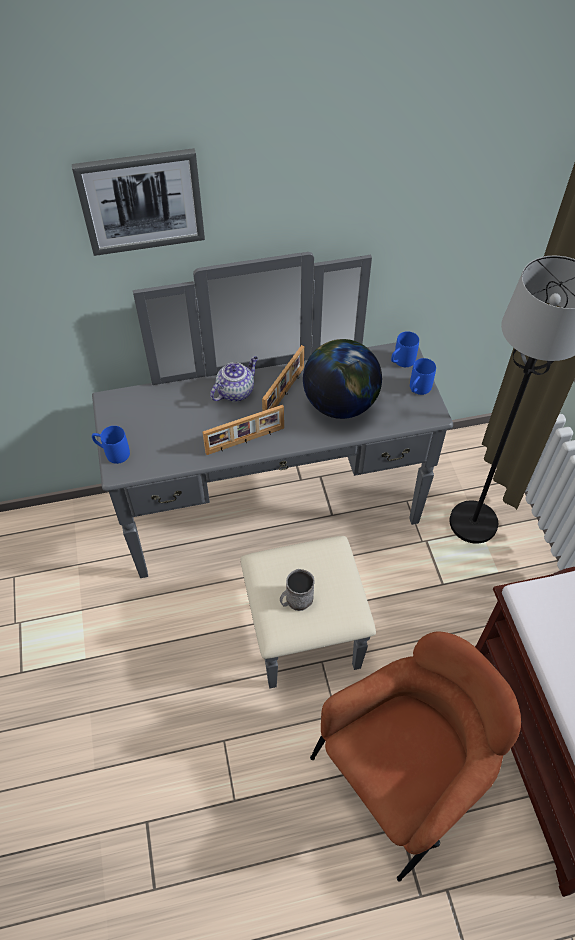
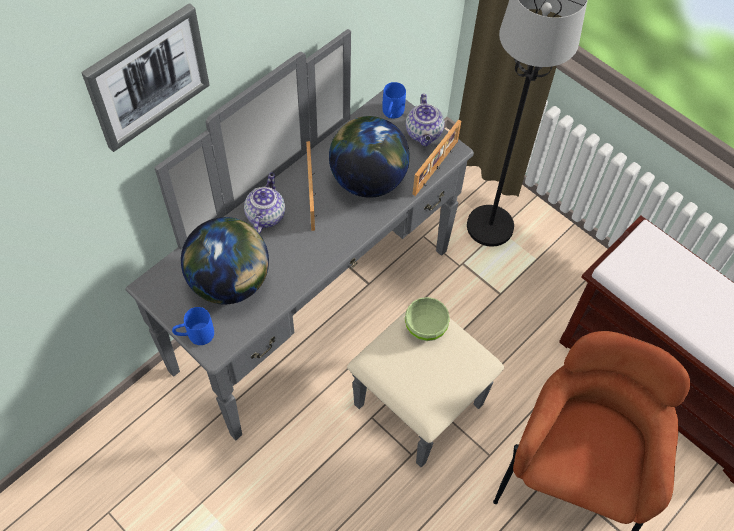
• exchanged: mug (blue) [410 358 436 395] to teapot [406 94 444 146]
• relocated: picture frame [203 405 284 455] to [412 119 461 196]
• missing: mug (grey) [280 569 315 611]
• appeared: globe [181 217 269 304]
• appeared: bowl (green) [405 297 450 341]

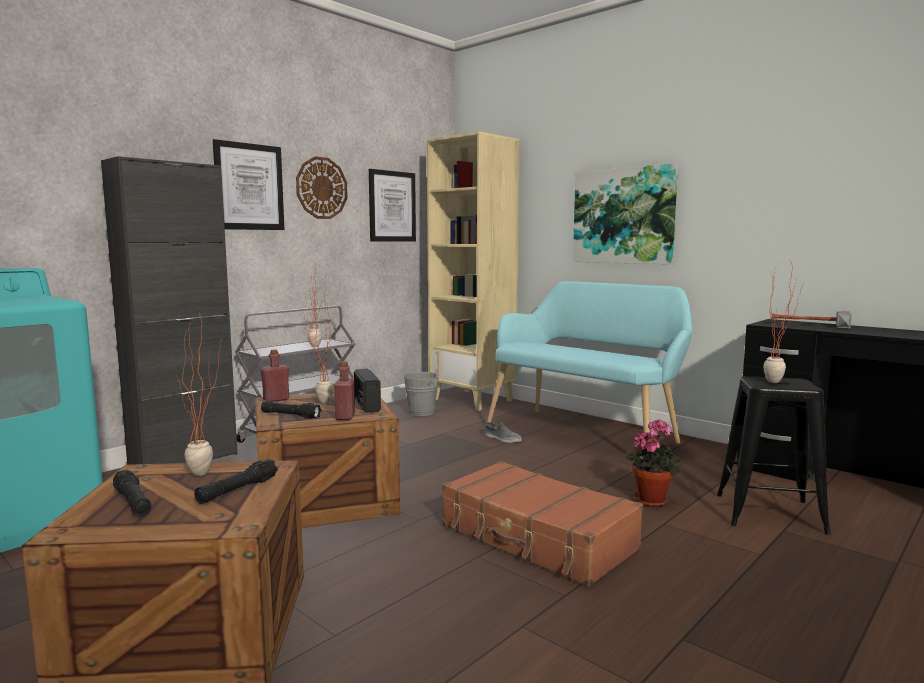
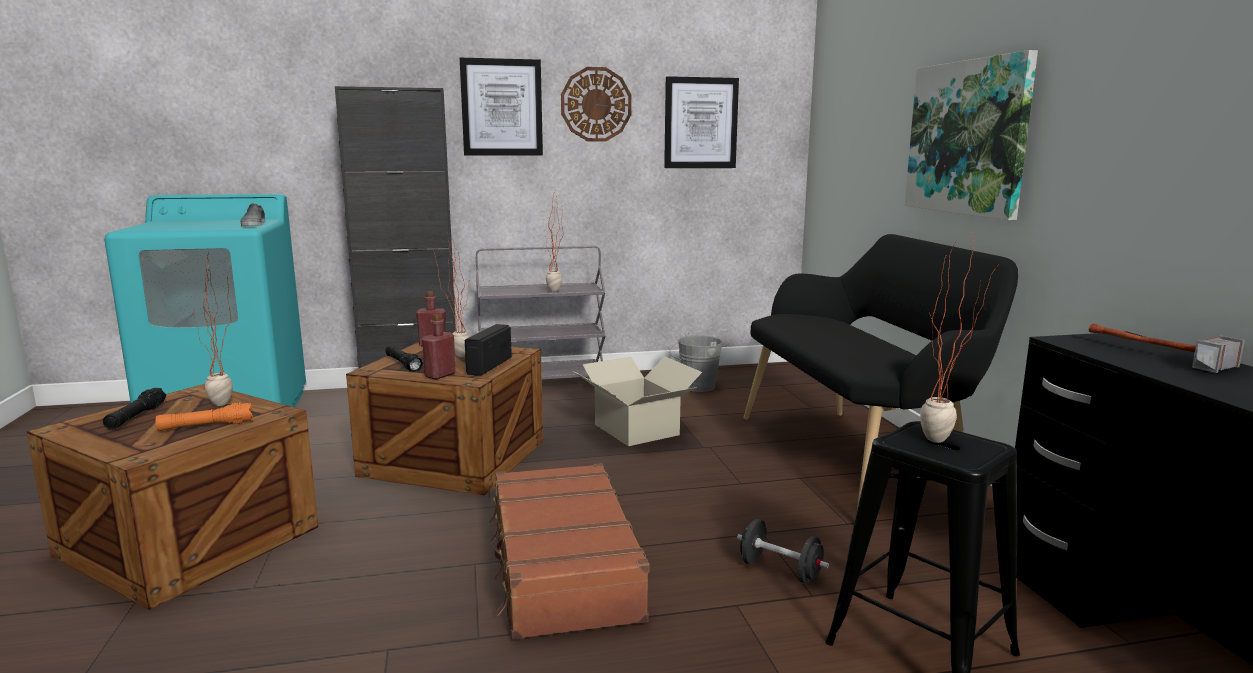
• missing: bookcase (beige) [427 131 520 411]
• colour: bench (turquoise) [487 281 692 444] to bench (black) [744 234 1018 509]
• exchanged: potted plant [626 419 680 507] to dumbbell (black) [737 519 829 584]
• relocated: shoe (grey) [485 422 521 443] to [241 203 265 226]
• colour: flashlight (black) [194 459 278 504] to flashlight (orange) [155 402 253 431]
• appeared: cardboard box [573 356 702 446]

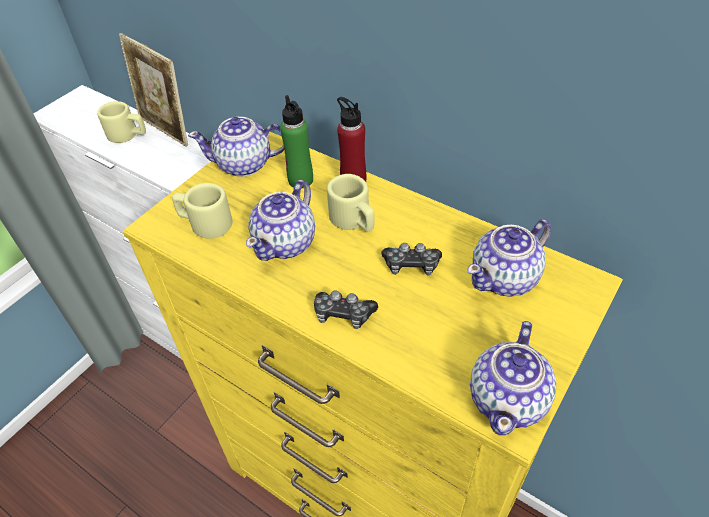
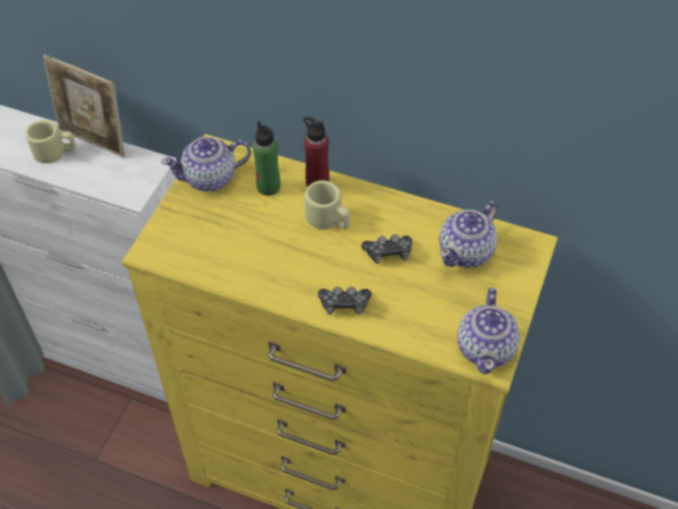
• missing: teapot [246 180 315 261]
• missing: mug (beige) [172 183 233 239]

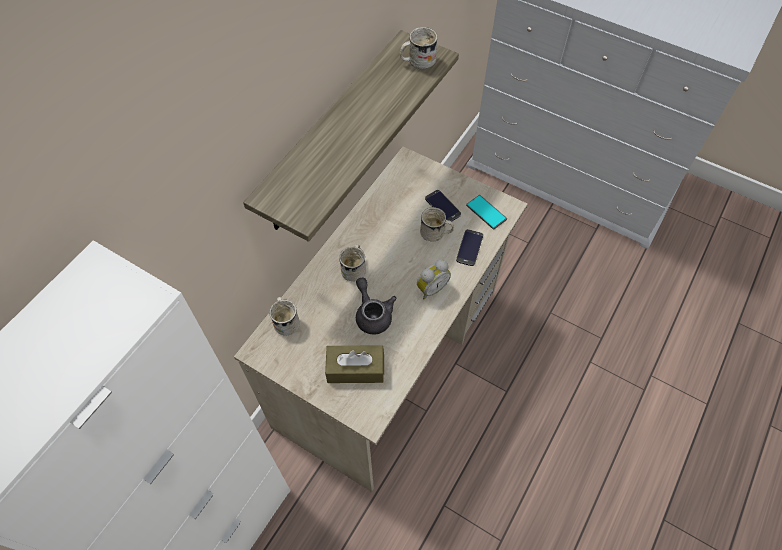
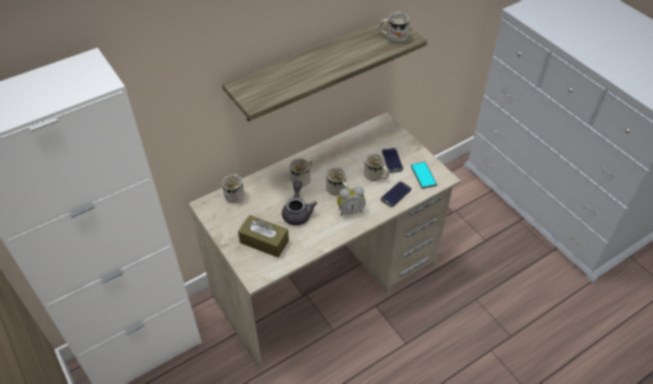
• appeared: mug (white) [326 167 349 196]

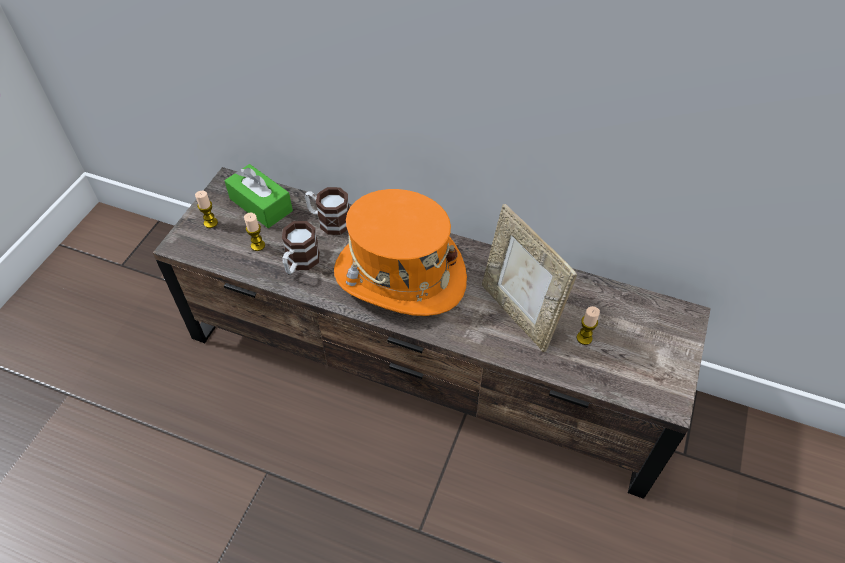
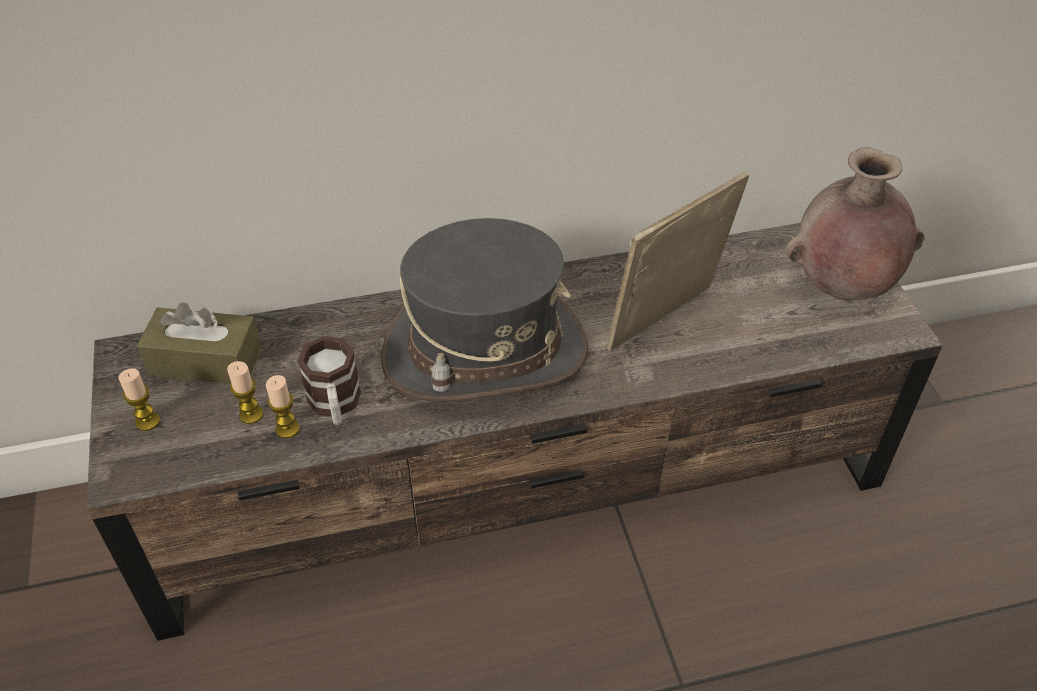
• colour: tissue box (green) [225 164 293 228] to tissue box (brown) [137 302 262 384]
• missing: mug [305 187 350 235]
• colour: hat (orange) [334 189 467 316] to hat (grey) [381 218 589 402]
• spun: picture frame [482 204 577 352] = [607 172 749 351] 120 degrees clockwise
• relocated: candle [576 306 600 345] to [266 375 300 438]
• appeared: vase (brown) [786 147 925 301]

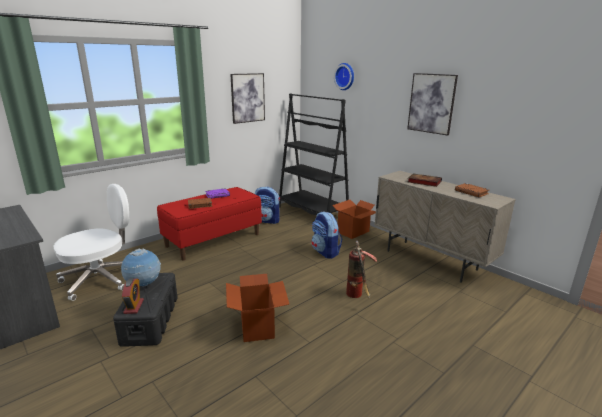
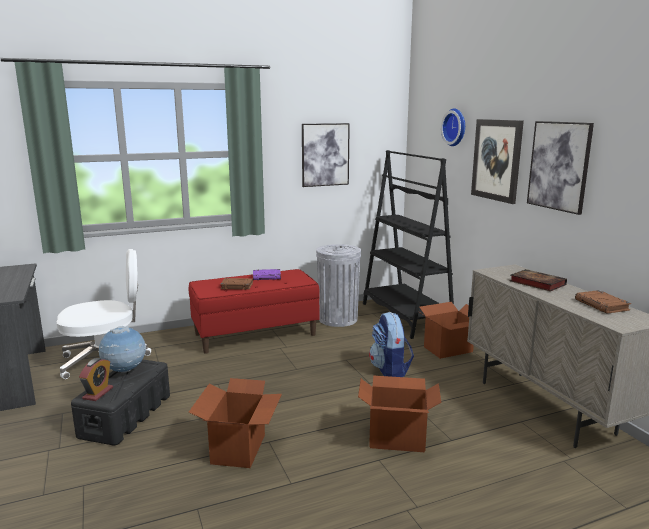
• exchanged: backpack [255 187 280 224] to trash can (grey) [316 244 361 327]
• exchanged: fire extinguisher [346 240 377 298] to cardboard box [358 375 441 452]
• appeared: picture [471 119 524 204]

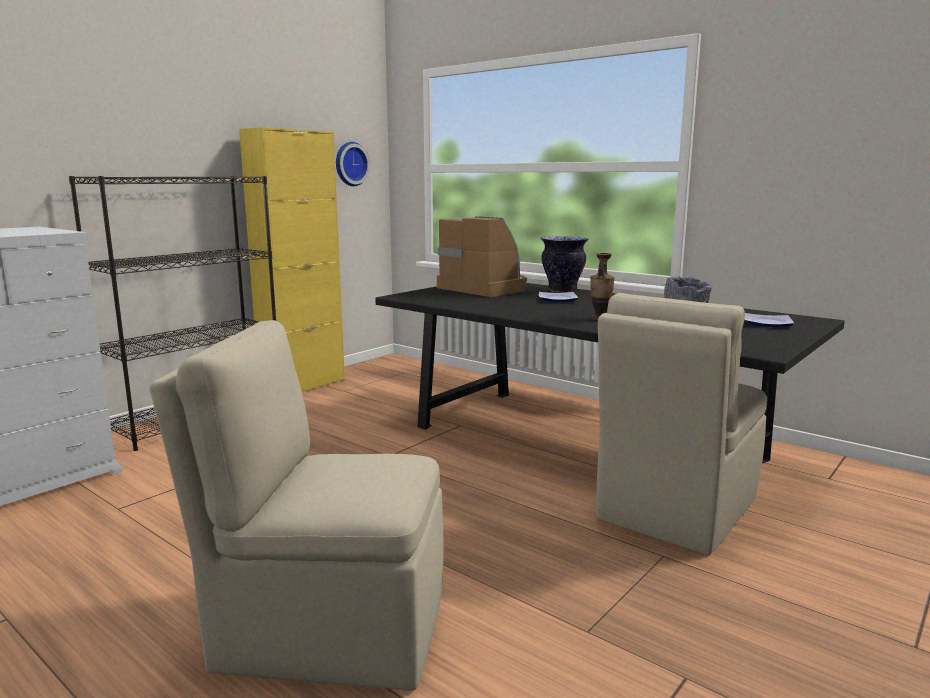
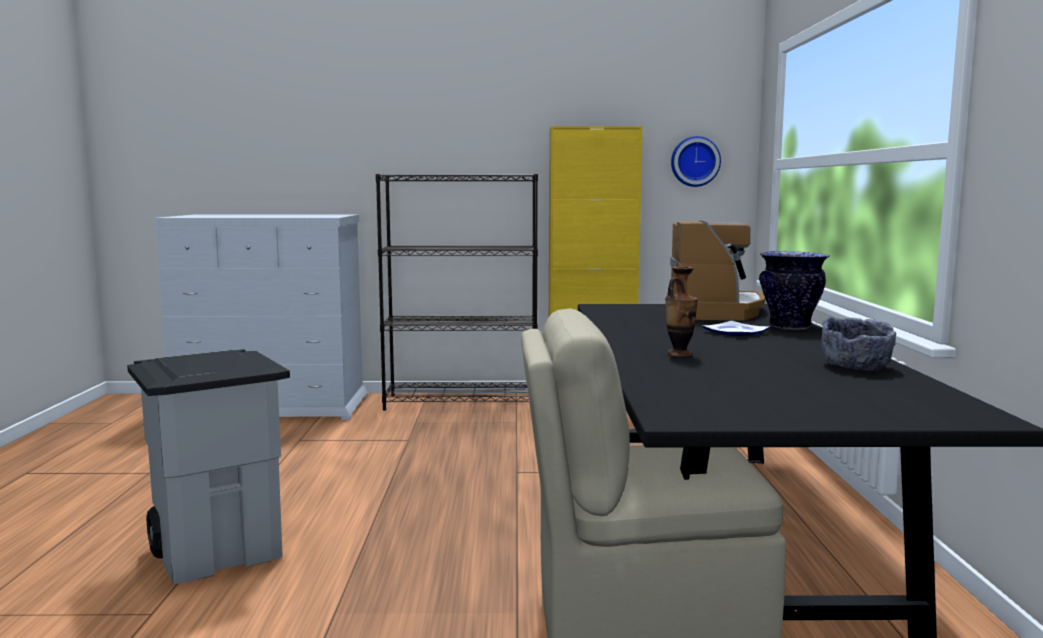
• missing: plate [744 313 794 327]
• exchanged: chair (beige) [149 320 443 691] to trash can (grey) [127 349 290 584]

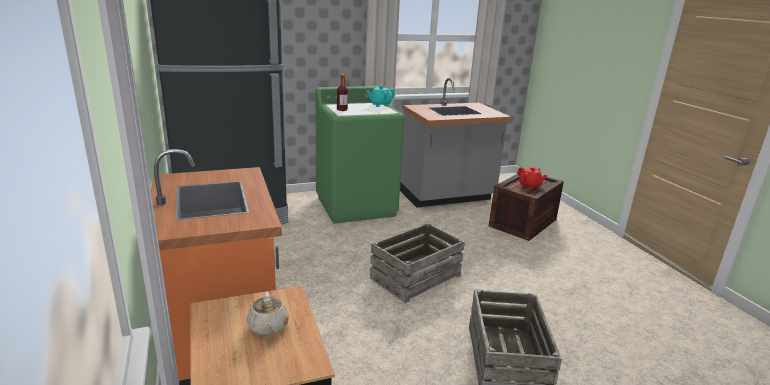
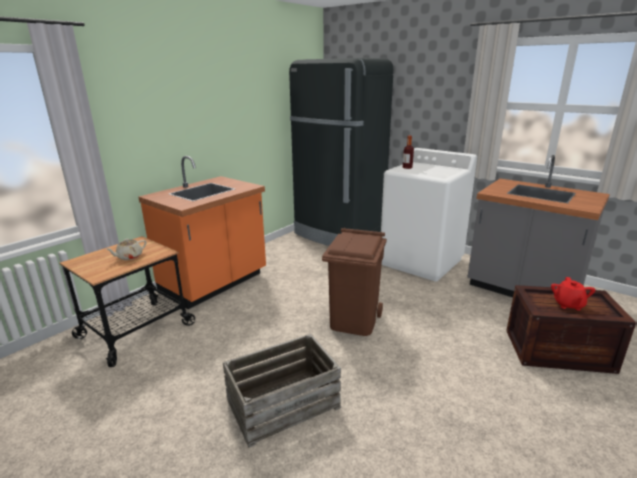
• colour: washing machine (green) [315 86 404 223] to washing machine (white) [381 148 477 282]
• missing: teapot (turquoise) [366 86 395 107]
• exchanged: crate [370 223 465 303] to trash can (brown) [322 228 387 336]

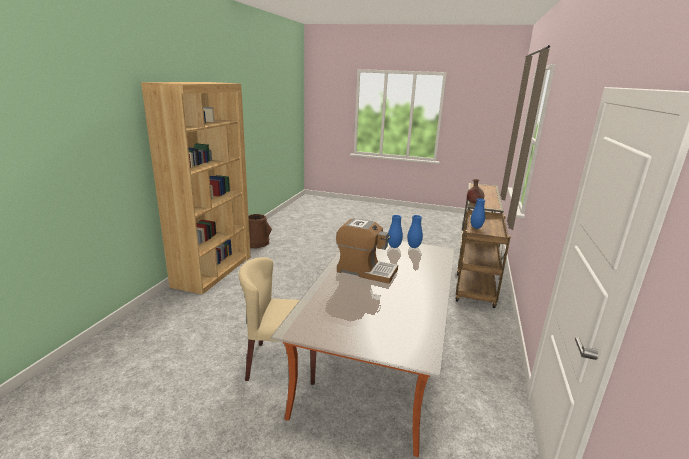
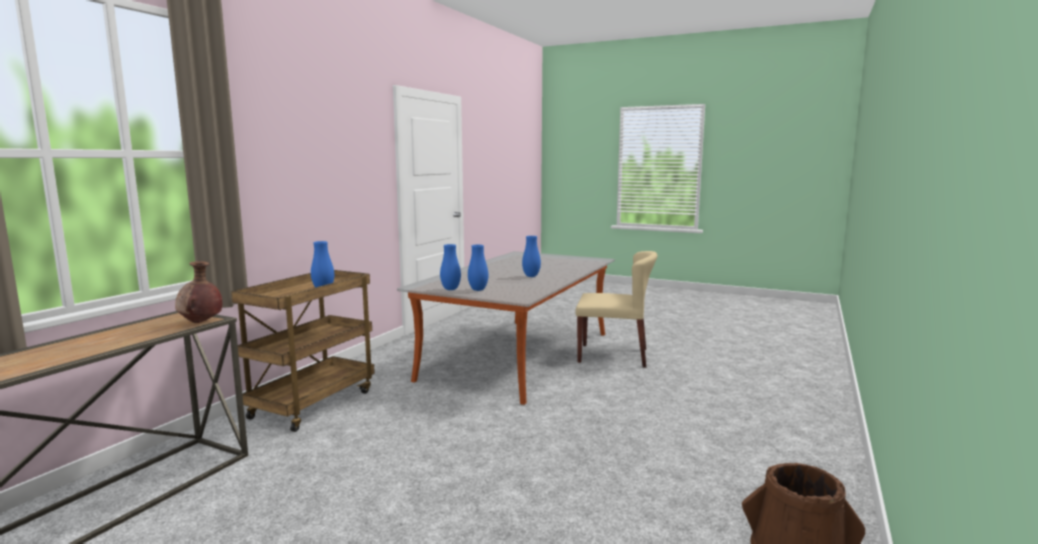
• missing: bookcase (brown) [141 82 251 295]
• exchanged: coffee machine [336 218 398 284] to vase (blue) [522 236 541 277]

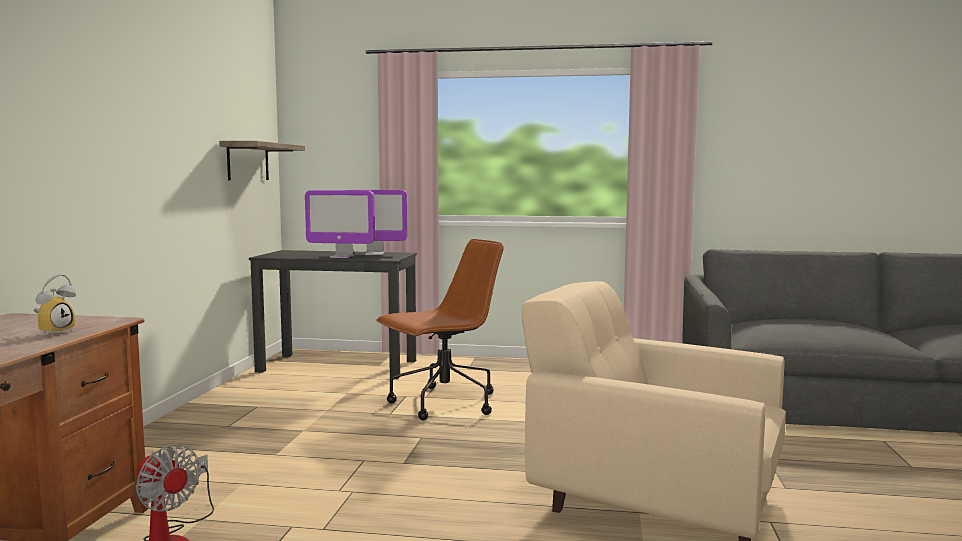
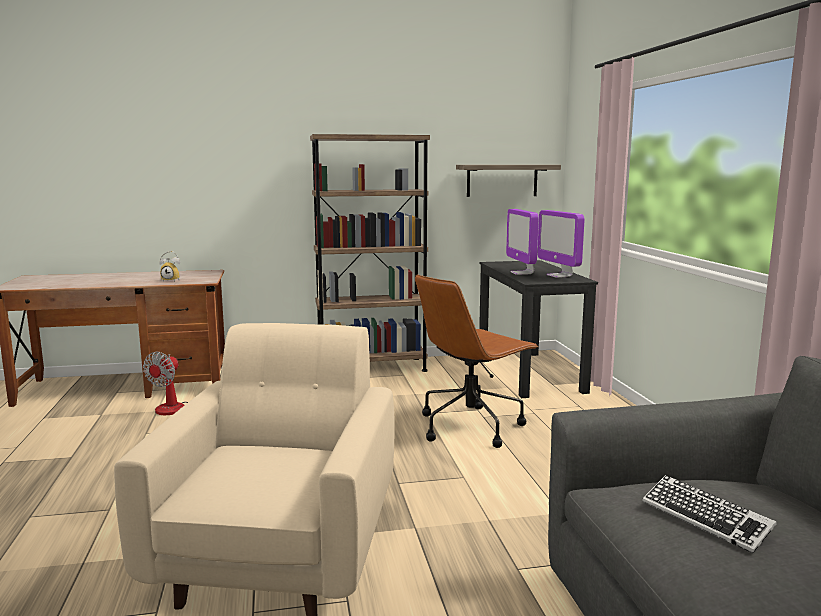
• spun: office chair (brown) [376 239 504 420] = [415 274 539 448] 105 degrees clockwise
• appeared: bookcase (brown) [310 134 430 372]
• appeared: keyboard [642 475 777 553]

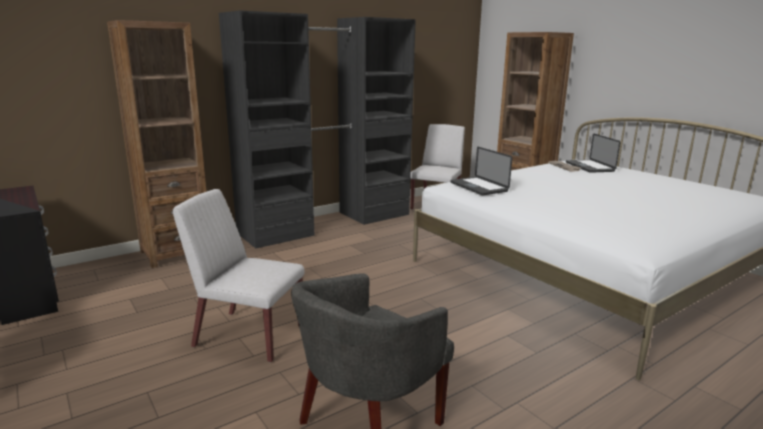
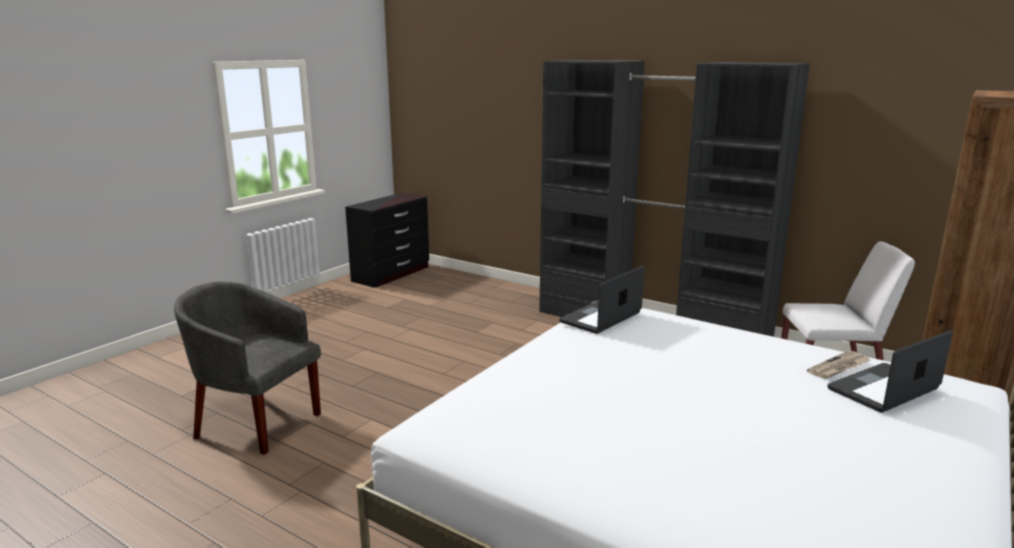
• missing: bookcase (brown) [107 20 206 268]
• missing: chair (white) [173 189 305 363]

